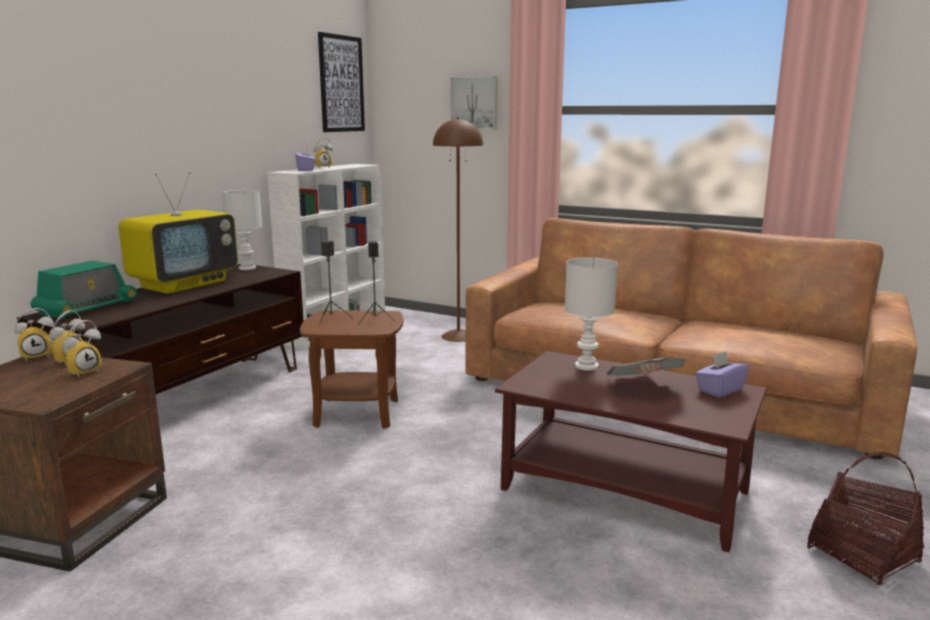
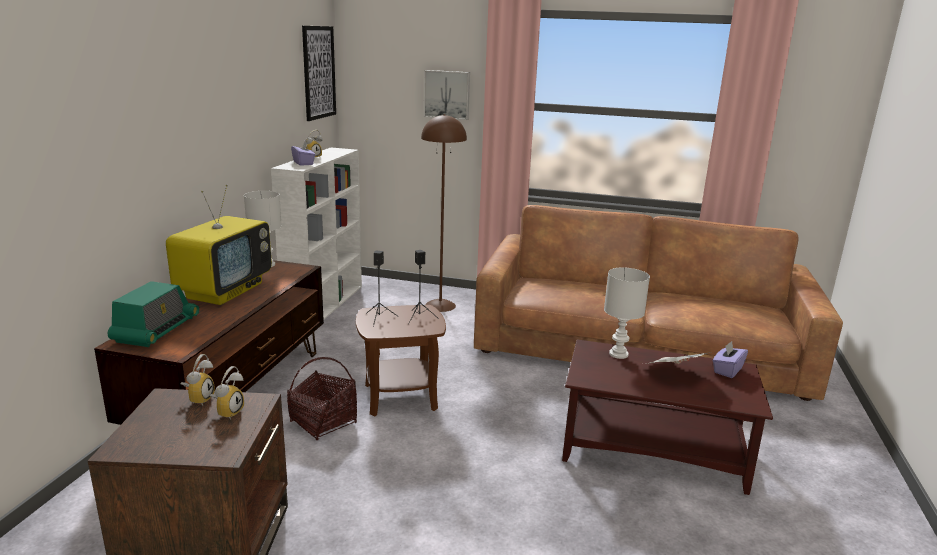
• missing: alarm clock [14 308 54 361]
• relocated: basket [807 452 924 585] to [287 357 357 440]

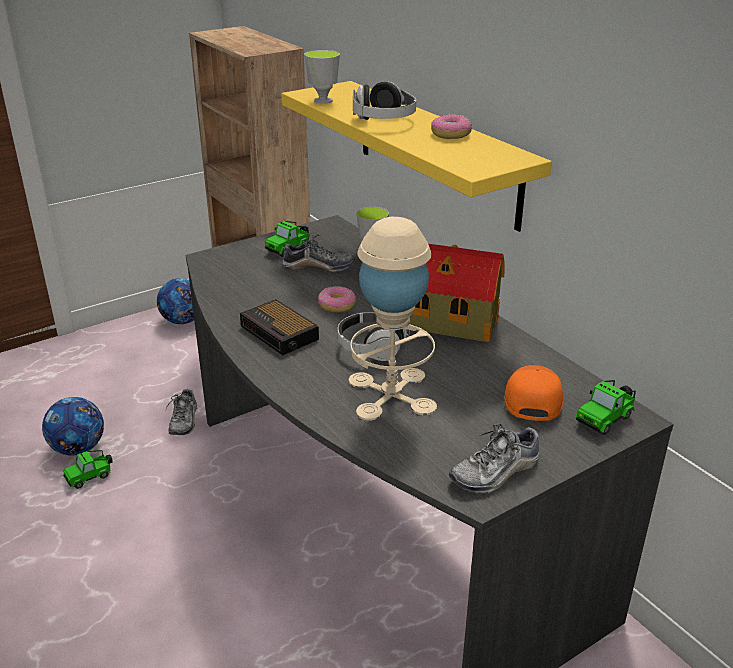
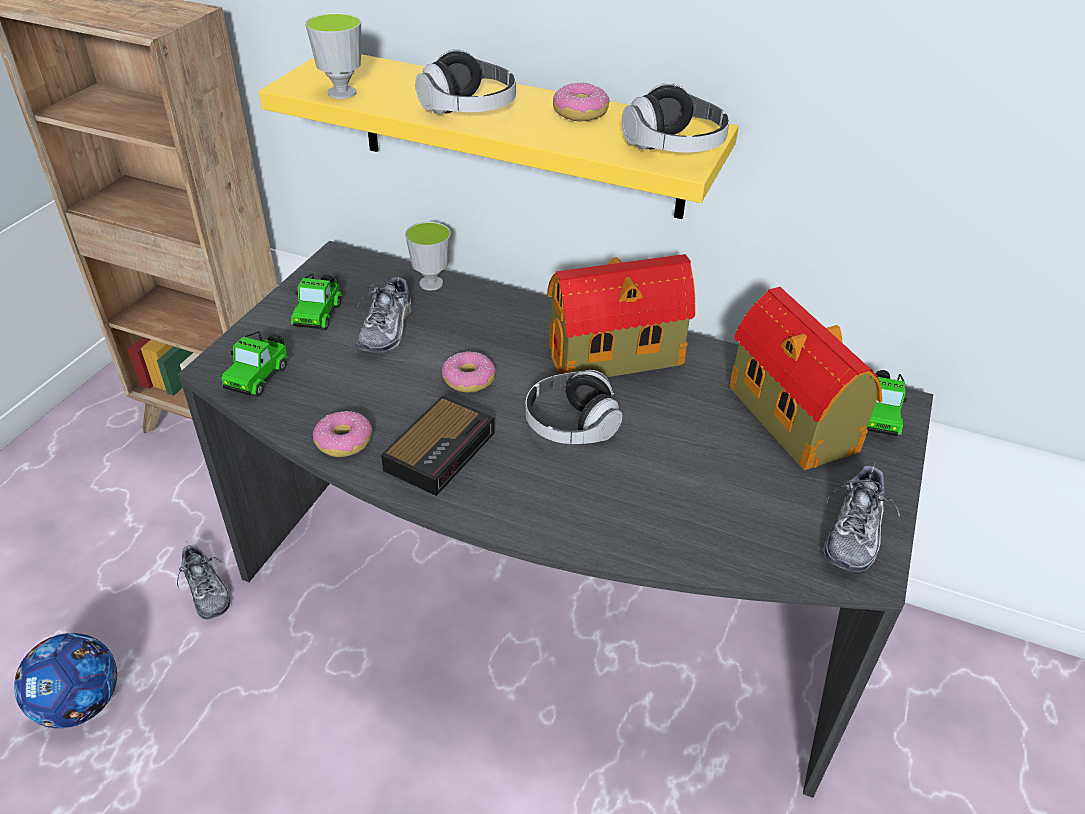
• missing: table lamp (beige) [349 217 437 420]
• spun: shoe [282 233 355 272] = [356 276 412 353] 135 degrees clockwise
• missing: football [157 278 194 324]
• spun: alarm clock [240 299 319 355] = [381 396 495 496] 75 degrees counterclockwise
• exchanged: cap (orange) [504 365 563 421] to toy house [729 287 882 470]
• relocated: toy car [63 450 113 489] to [221 331 289 396]
• appeared: headphones [622 83 730 153]
• appeared: donut [313 411 372 457]

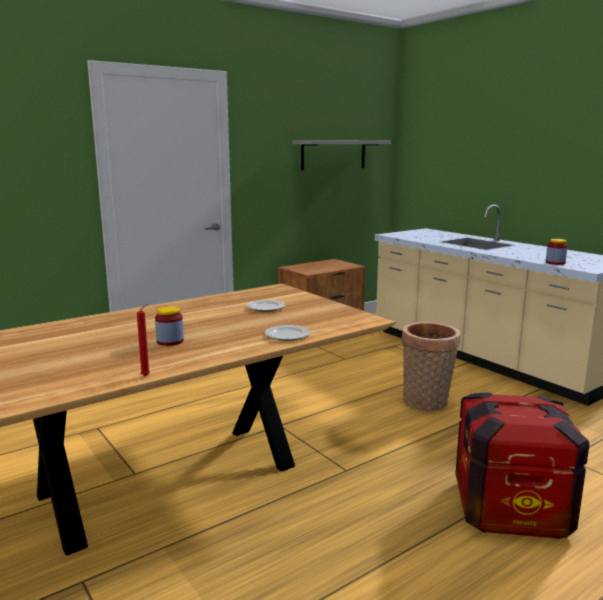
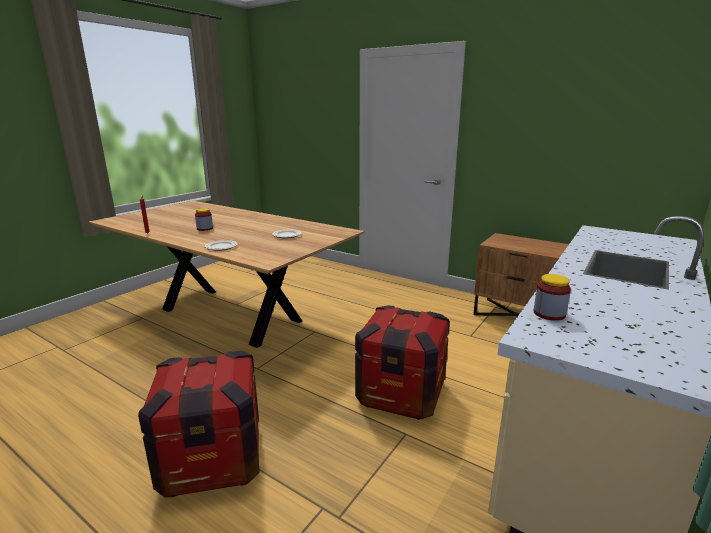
• missing: shelf (grey) [292 140 391 170]
• exchanged: basket [401 322 461 411] to crate [355 306 450 420]

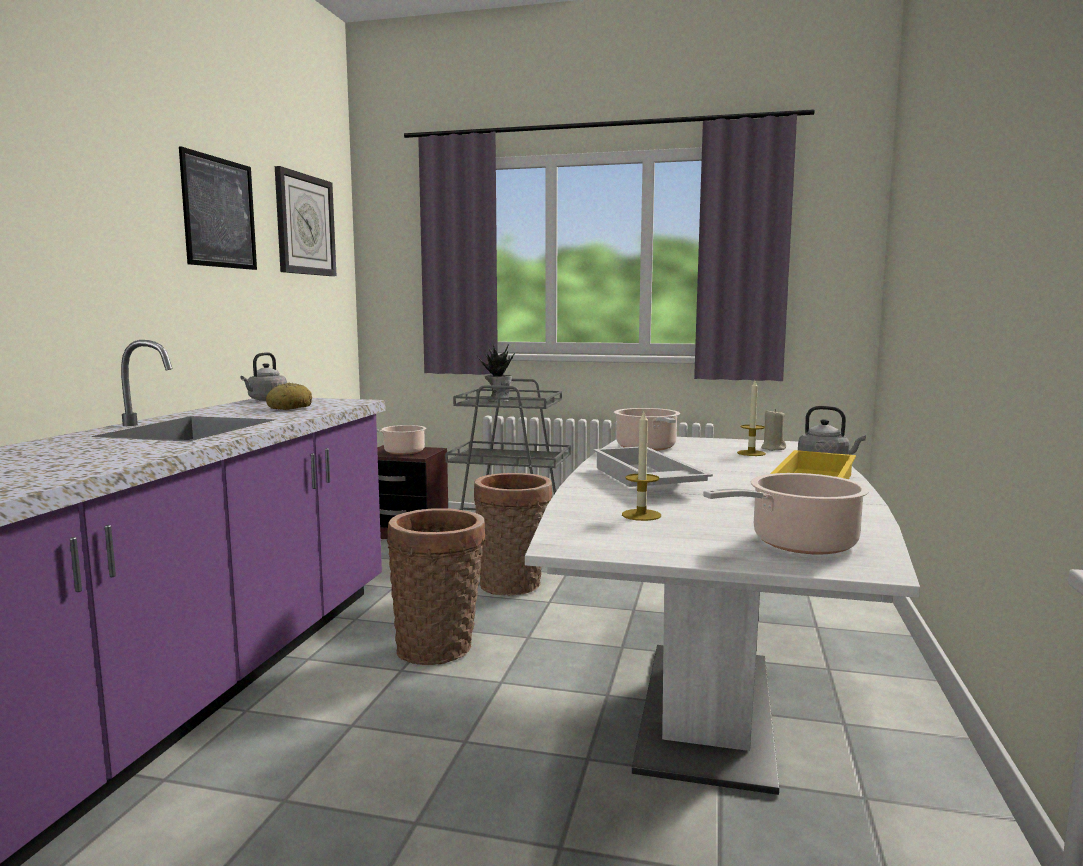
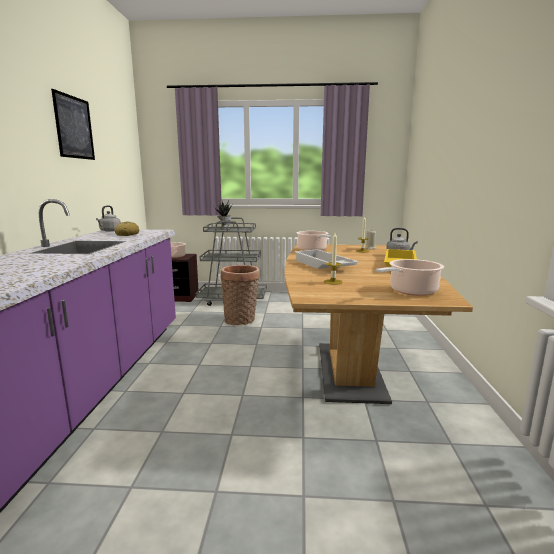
• missing: wall clock [275 166 336 276]
• colour: dining table (white) [525 437 920 795] to dining table (brown) [284 244 473 404]
• missing: basket [387 508 486 665]

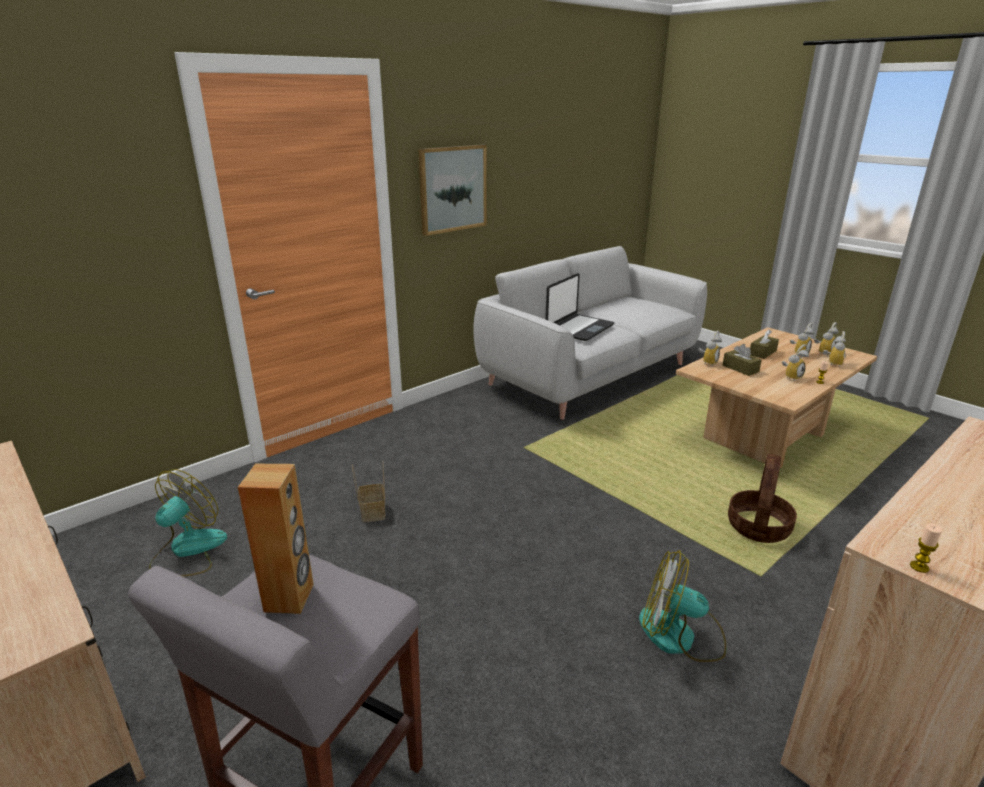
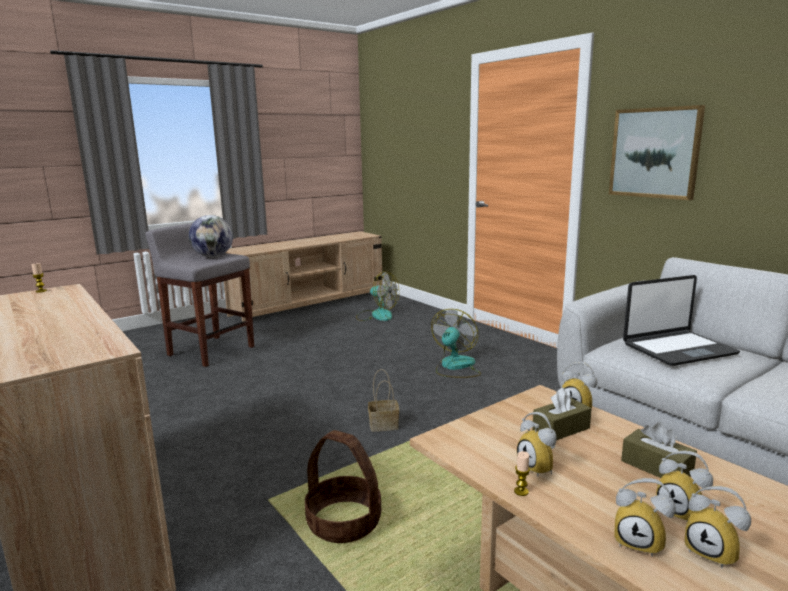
• spun: laptop [545 273 615 341] = [623 275 740 366] 60 degrees counterclockwise
• relocated: basket [352 461 385 522] to [368 369 399 432]
• exchanged: speaker (brown) [238 464 314 614] to globe [189 215 233 257]
• relocated: fan [639 550 727 662] to [431 309 481 378]

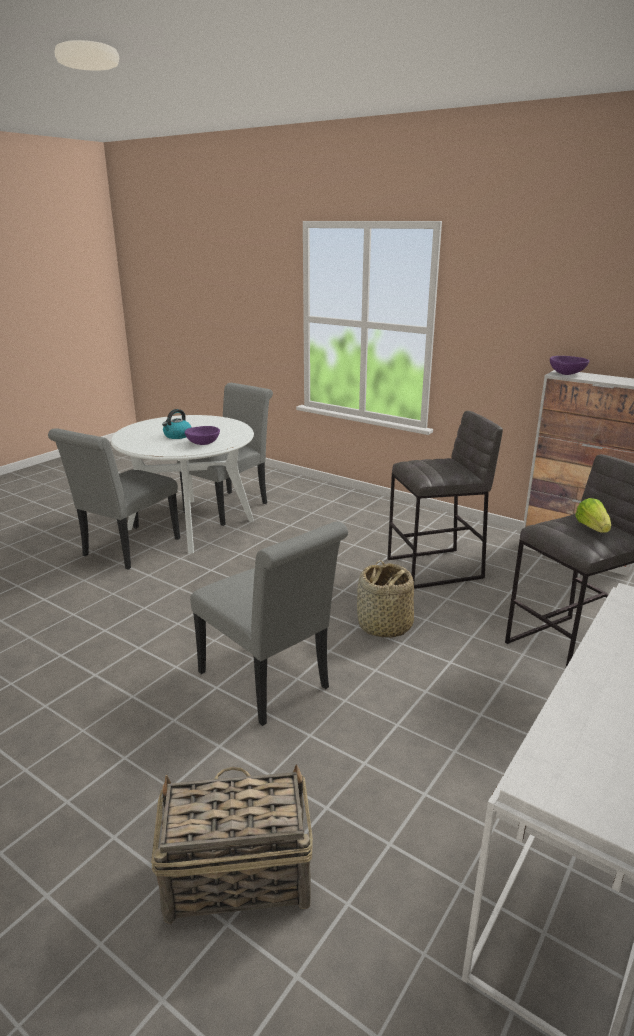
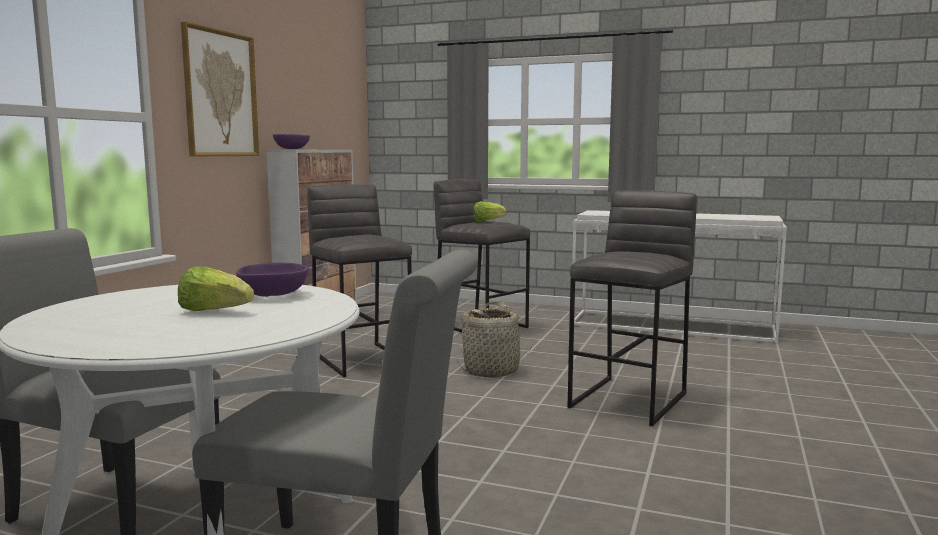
• exchanged: kettle [162 409 192 439] to lettuce [178 266 254 311]
• exchanged: chair (grey) [190 521 348 726] to stool (grey) [568 190 697 426]
• missing: basket [151 764 313 924]
• appeared: picture [181 22 259 156]

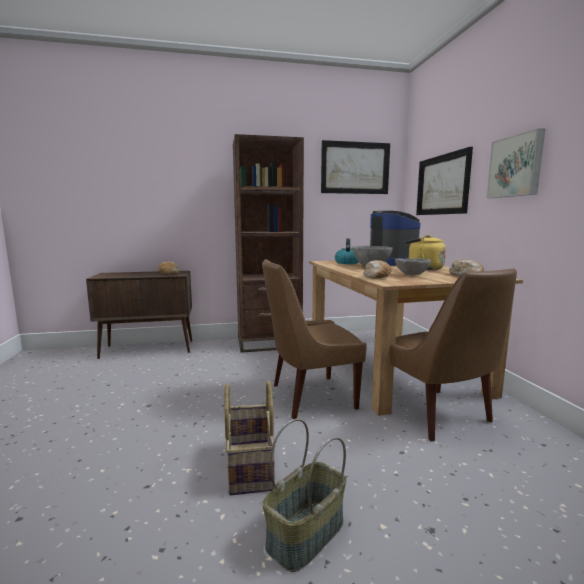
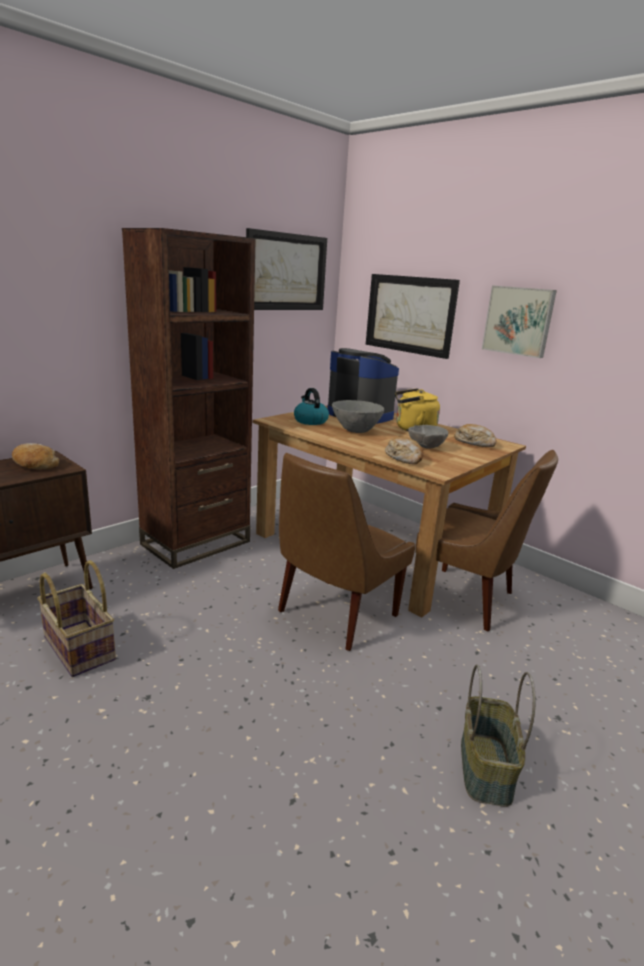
• relocated: basket [224 381 276 495] to [37 560 116 677]

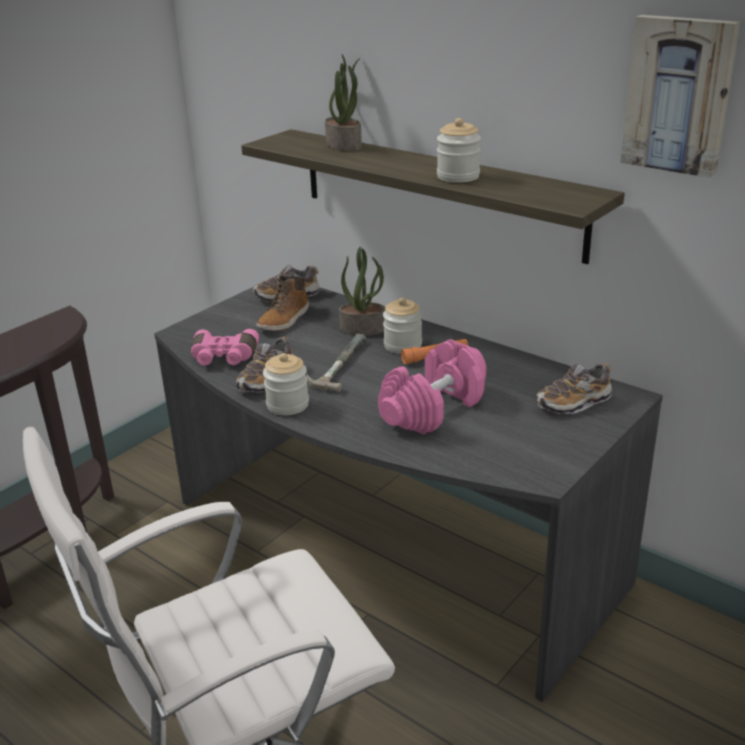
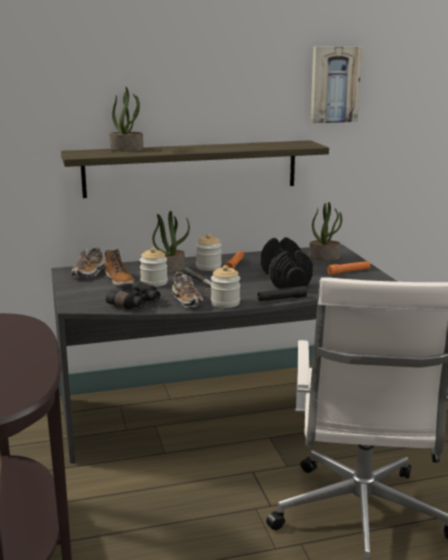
• relocated: jar [437 118 481 183] to [140 247 168 287]
• colour: binoculars (pink) [191 329 259 366] to binoculars (black) [106 281 160 309]
• colour: dumbbell (pink) [378 339 486 435] to dumbbell (black) [261 237 313 288]
• exchanged: shoe [536 363 612 414] to potted plant [309 202 342 260]
• appeared: flashlight (orange) [327 261 371 275]
• appeared: flashlight (black) [258 286 307 301]

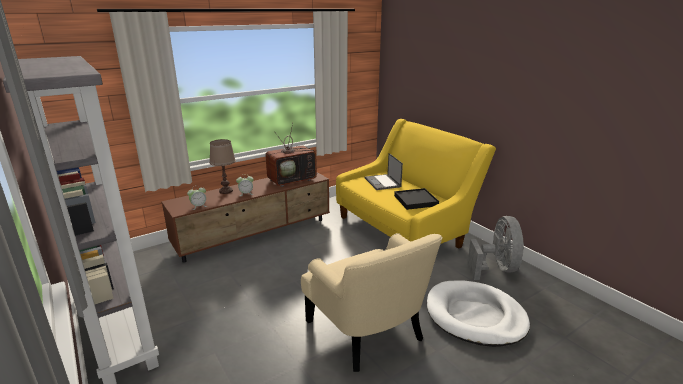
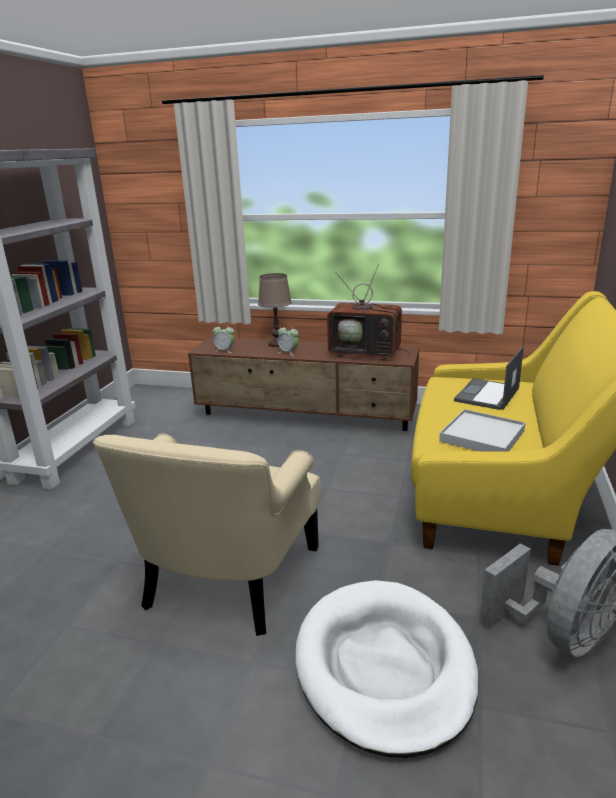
• colour: tray (black) [394 188 439 210] to tray (white) [439 409 526 452]

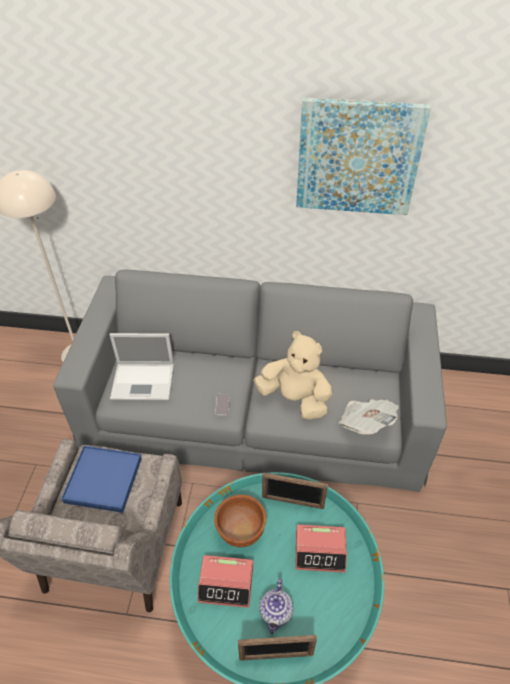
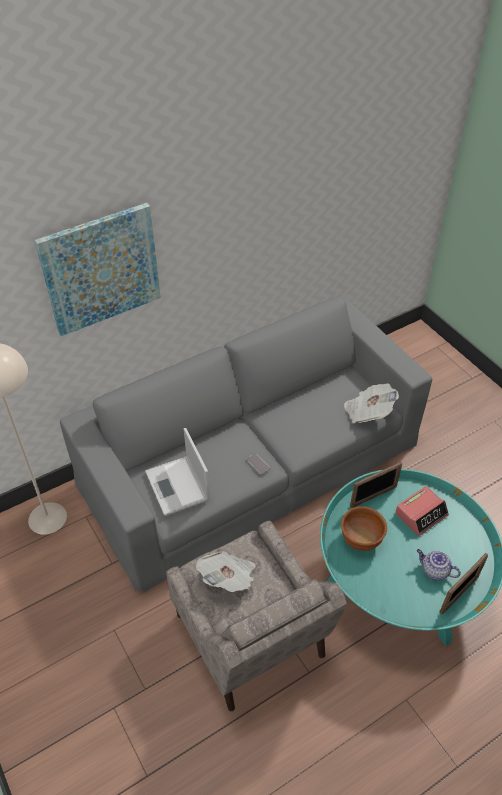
• relocated: picture [296 97 431 215] to [35 203 161 336]
• missing: plush toy (beige) [254 331 332 420]
• spun: laptop [109 333 174 400] = [145 428 210 516] 105 degrees clockwise
• exchanged: tray (blue) [61 446 142 513] to newspaper [196 551 256 592]
• missing: alarm clock [198 555 253 608]
• spun: teapot [259 578 294 634] = [417 549 461 580] 150 degrees clockwise

